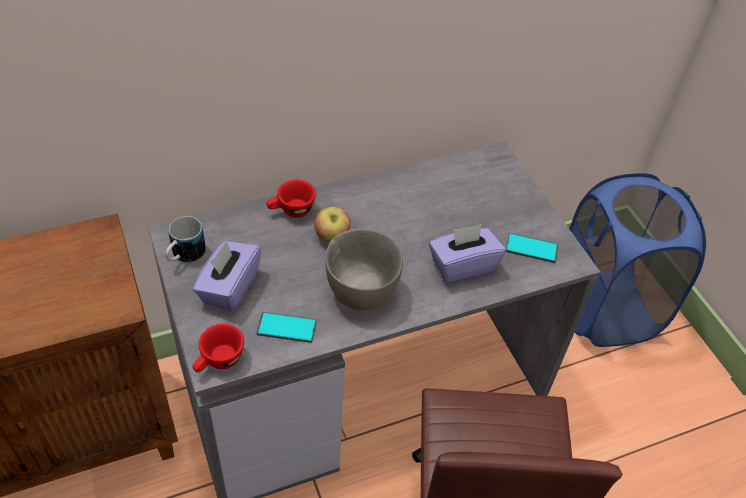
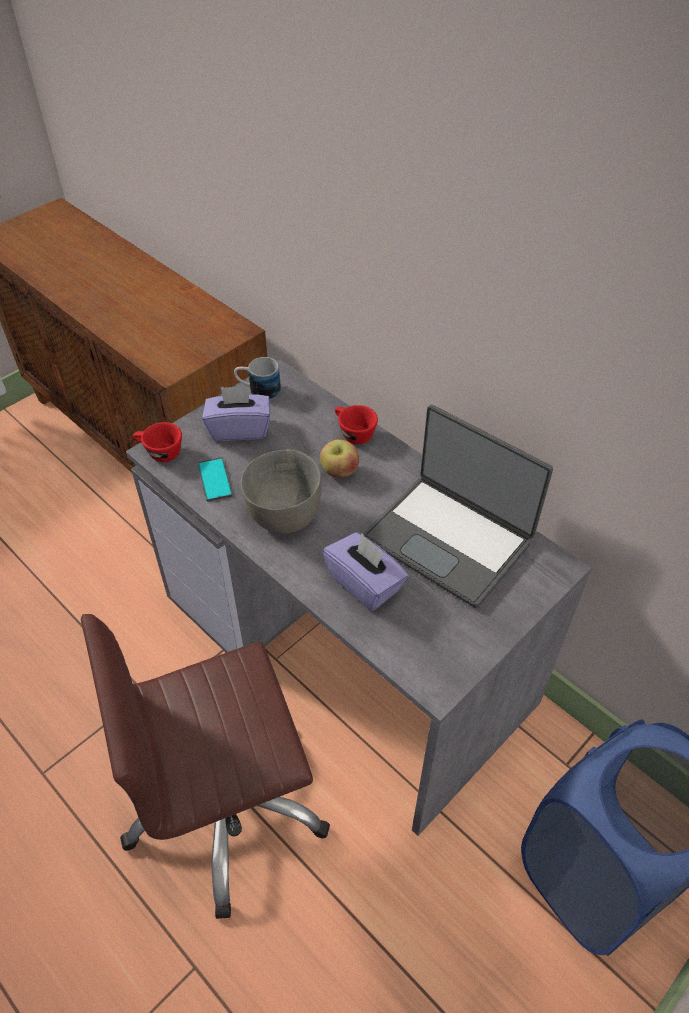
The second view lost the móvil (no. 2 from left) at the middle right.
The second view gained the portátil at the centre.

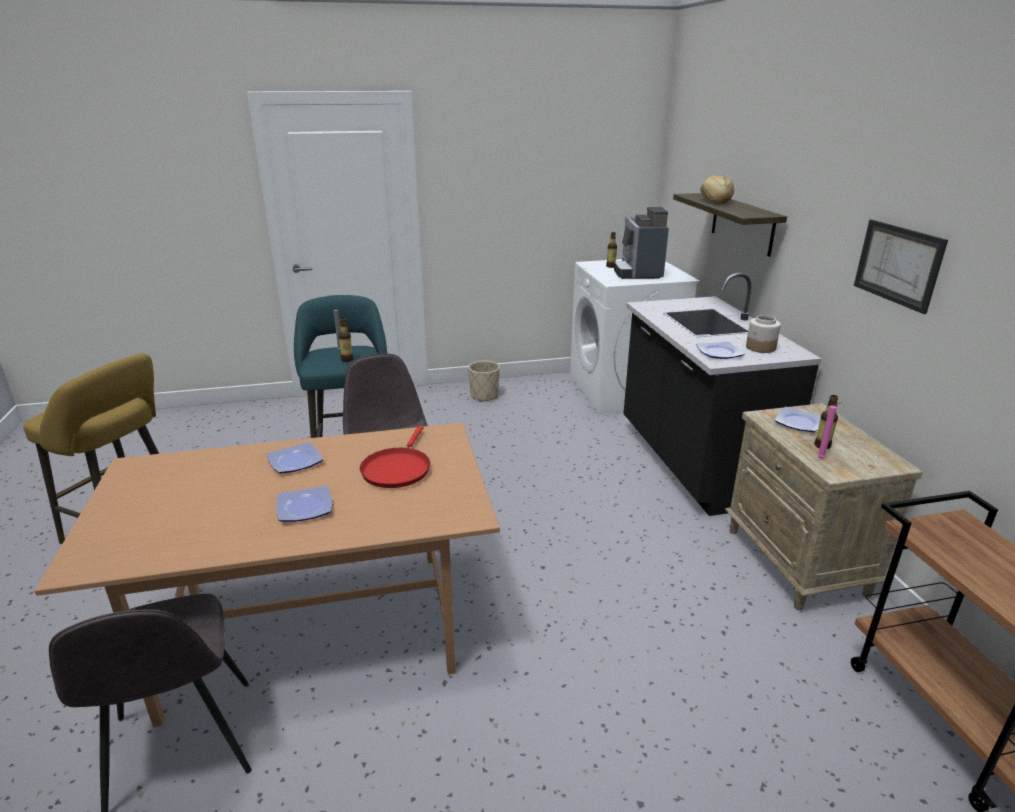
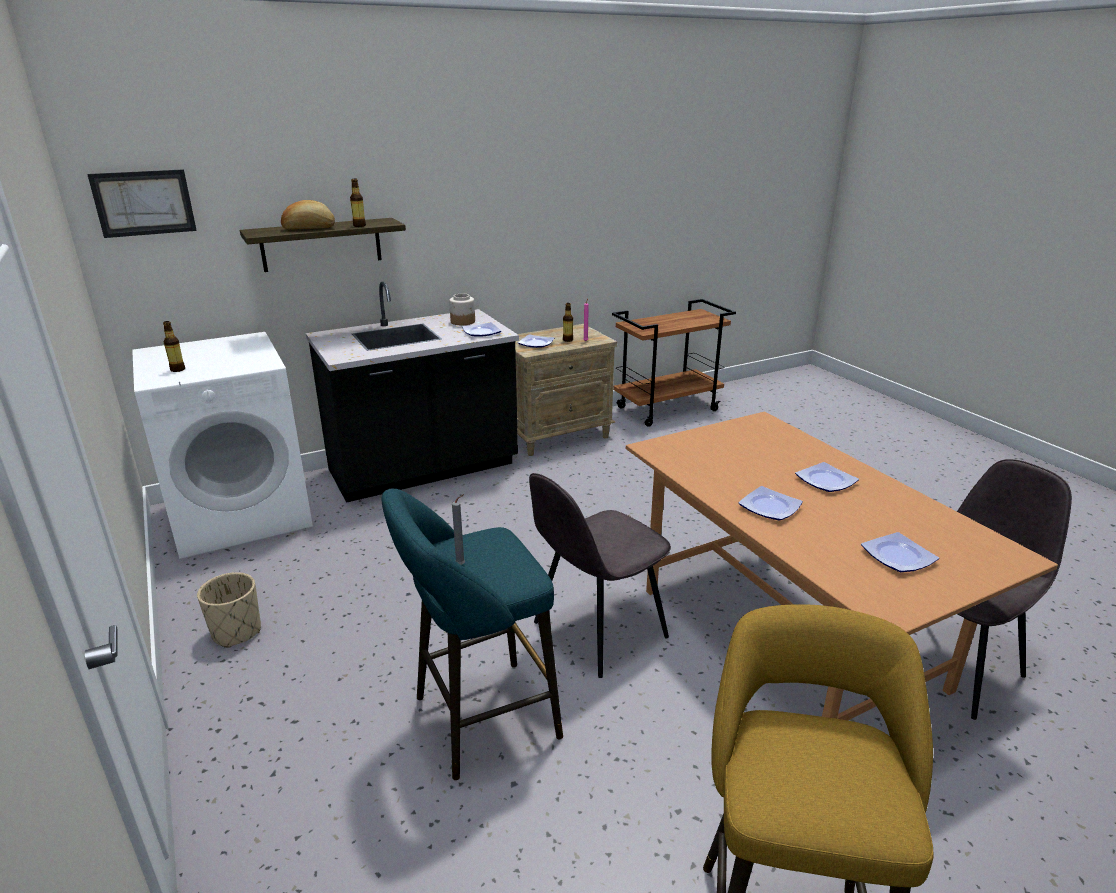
The botella (no. 1 from left in the first image) ended up elsewhere, having gone from the centre to the top left.
The second view lost the sartén [rojo] at the centre.
The second view lost the cafetera at the top centre.
The cuadro ended up elsewhere, having gone from the top right to the top left.
The second view gained the plato (no. 5 from left) at the middle right.

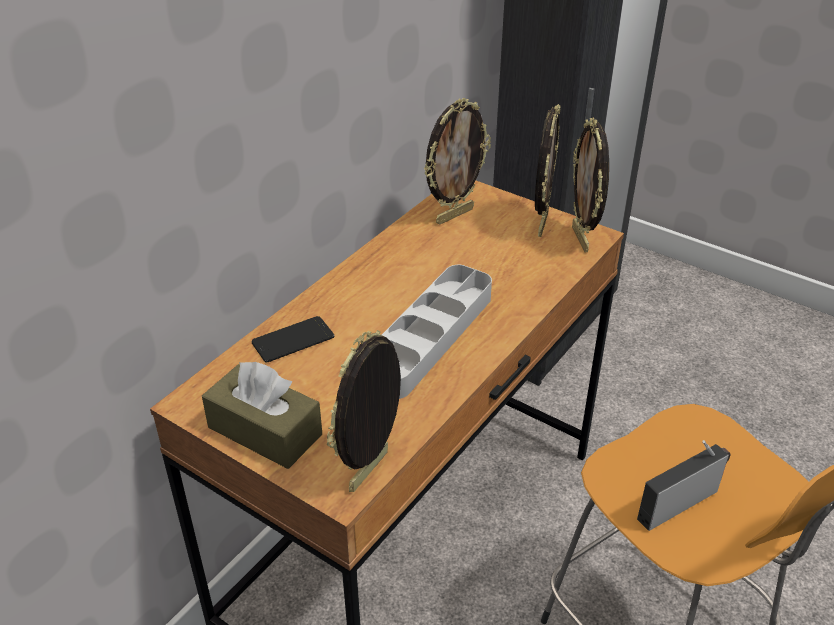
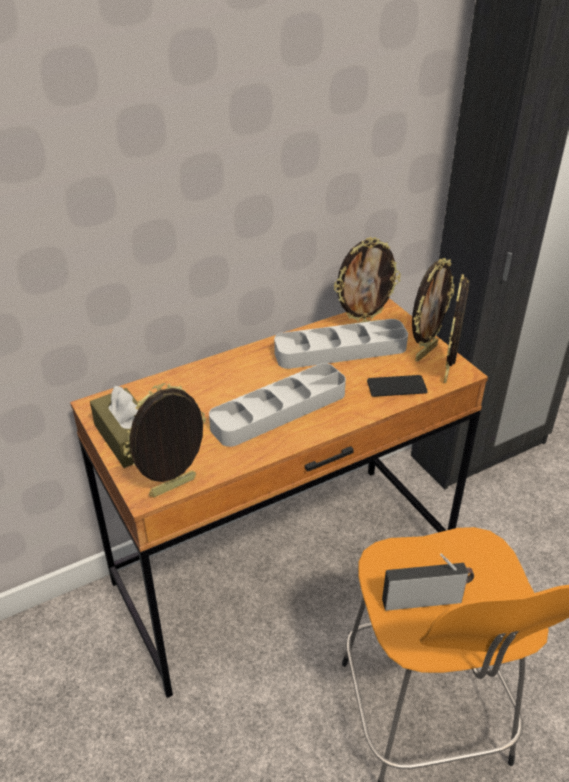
The móvil ended up elsewhere, having gone from the centre to the middle right.
The second view gained the bandeja [gris] (no. 2 from left) at the centre.

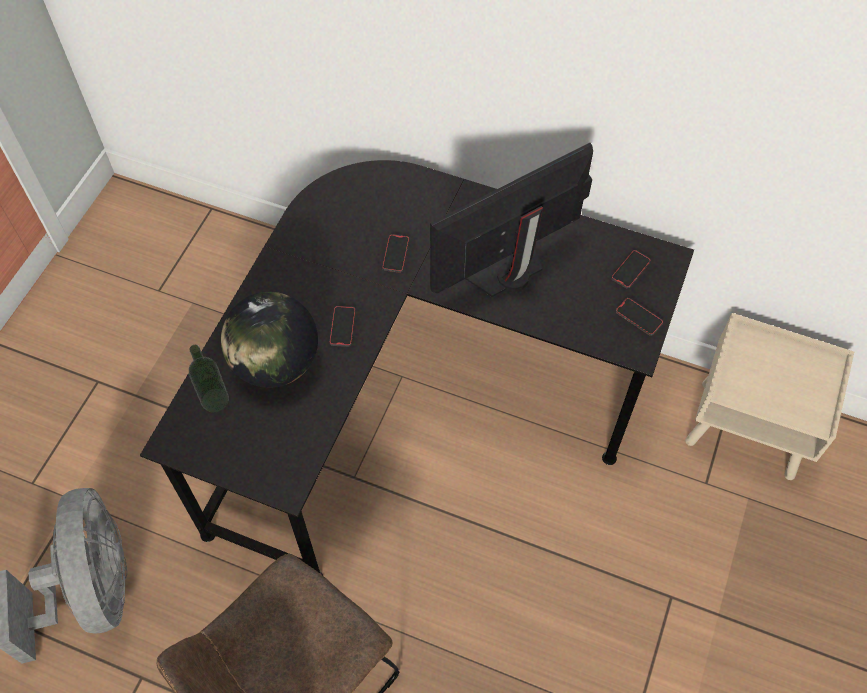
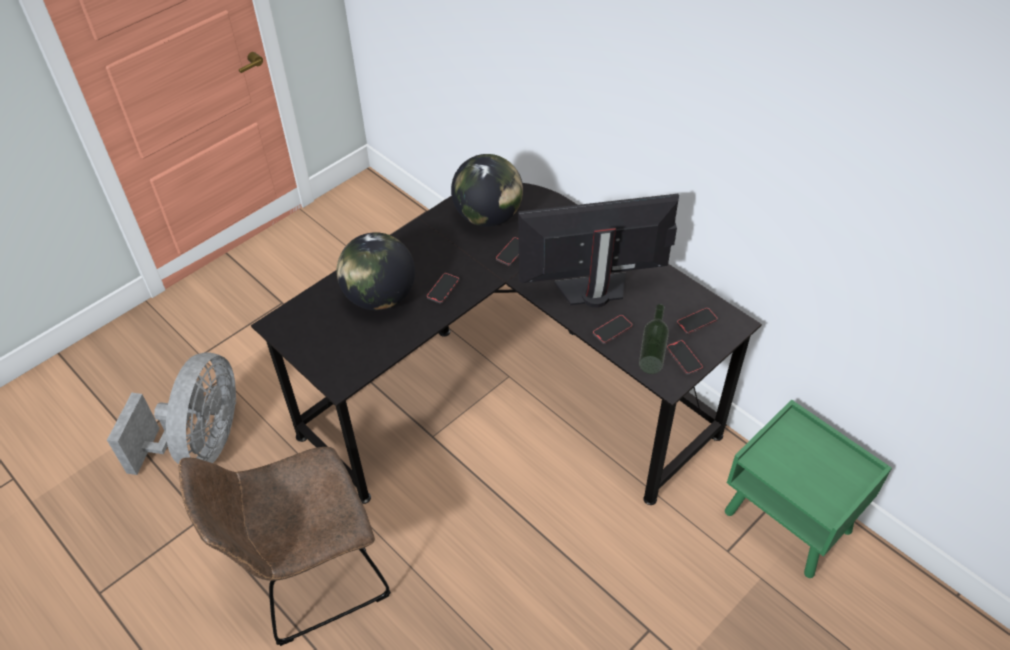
The botella ended up elsewhere, having gone from the middle left to the centre.
What was the mesita de noche [beis] at the middle right turned into the mesita de noche [verde] at the bottom right.
The second view gained the globo terráqueo (no. 2 from left) at the top centre.
The second view gained the móvil (no. 3 from left) at the centre.

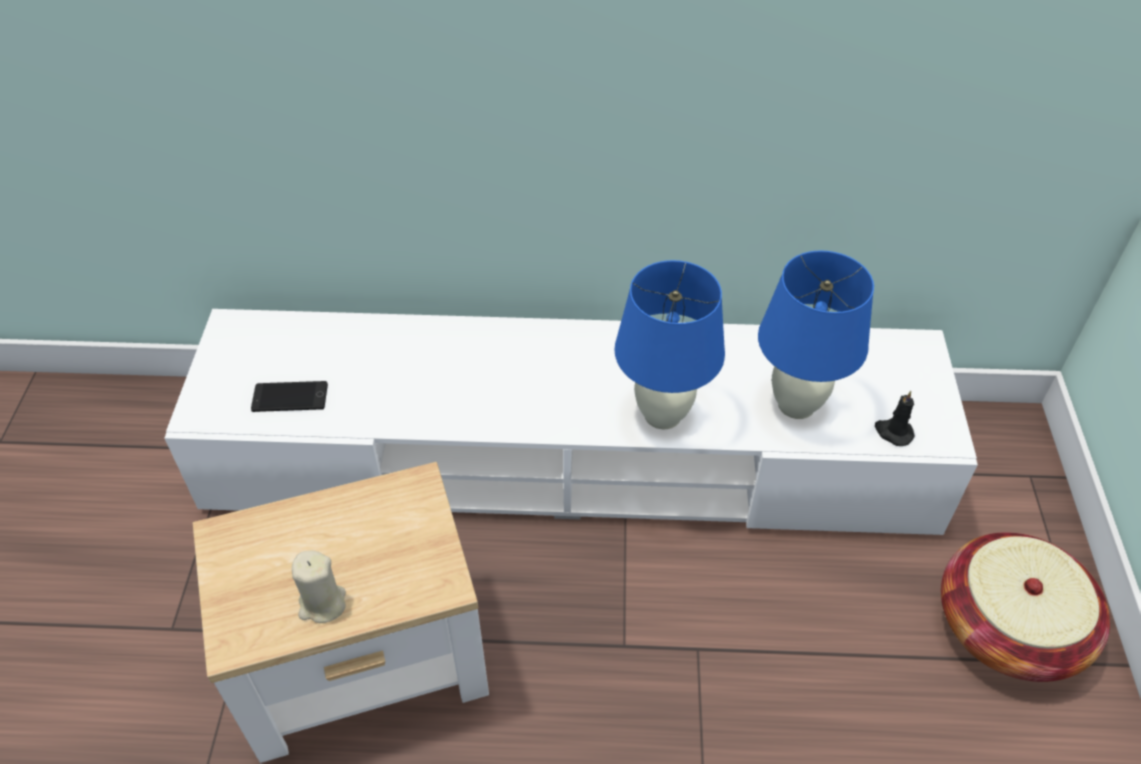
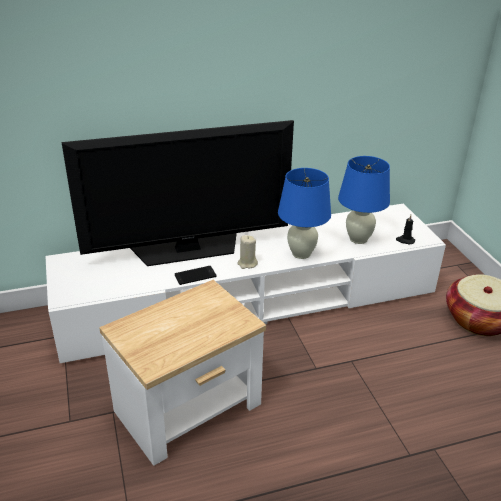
The móvil ended up elsewhere, having gone from the middle left to the centre.
The vela [beis] ended up elsewhere, having gone from the bottom left to the centre.
The second view gained the televisor at the centre.

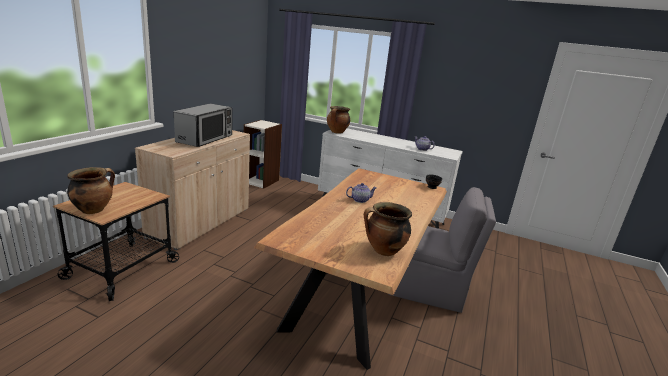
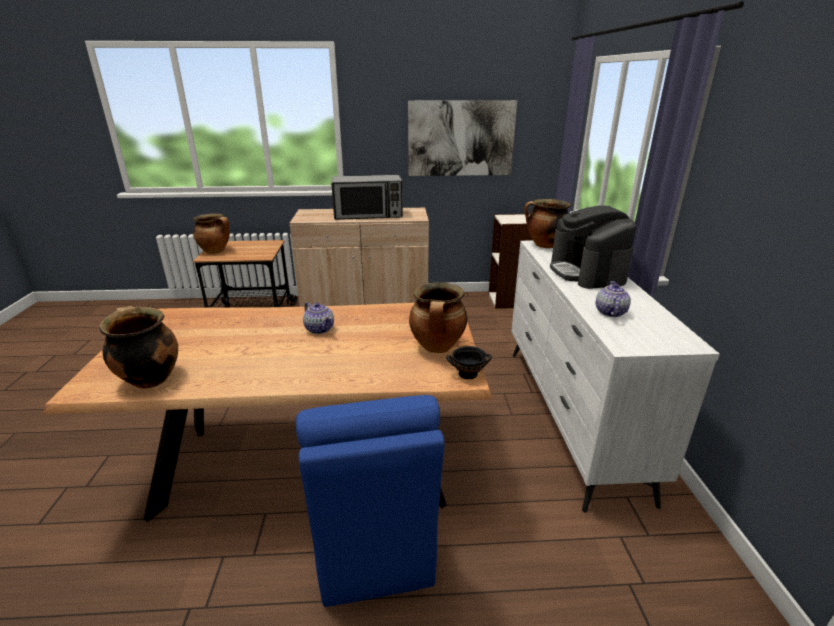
What was the silla [gris] at the centre turned into the silla [azul] at the bottom centre.
The second view gained the cuadro at the top centre.
The second view gained the olla (no. 3 from left) at the centre.
The second view gained the cafetera at the middle right.

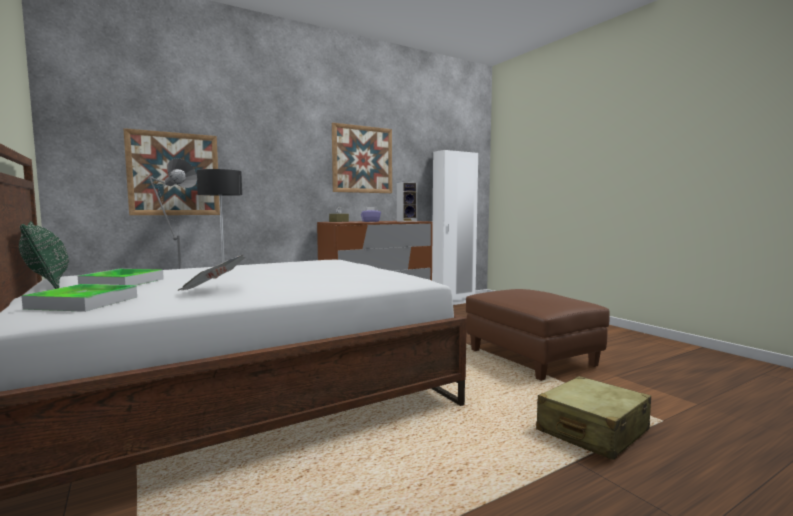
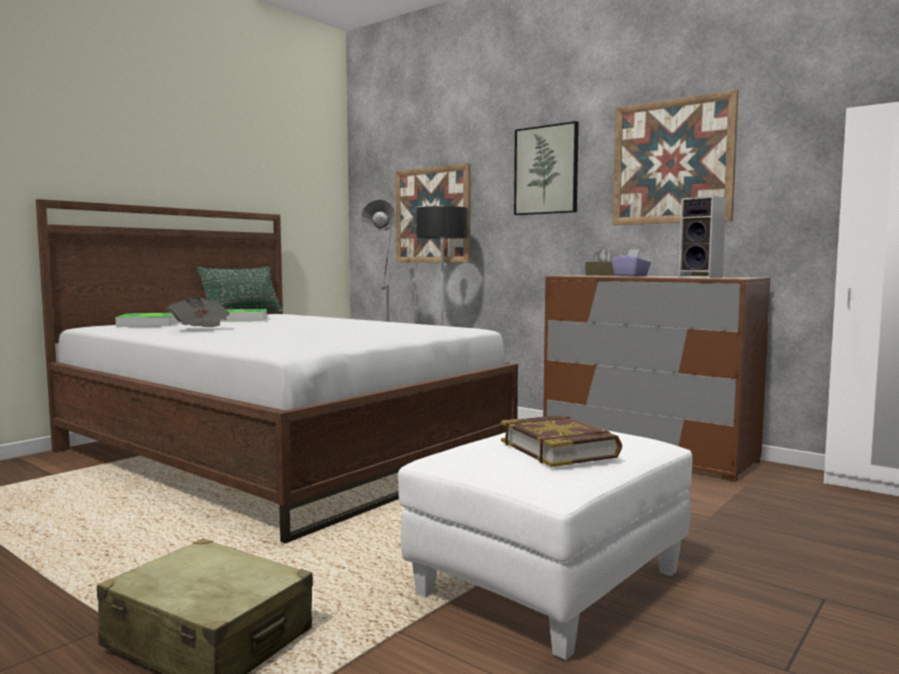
What was the puf [marrón] at the middle right turned into the puf [blanco] at the bottom centre.
The second view gained the libro at the centre.
The second view gained the cuadro (no. 2 from left) at the top centre.

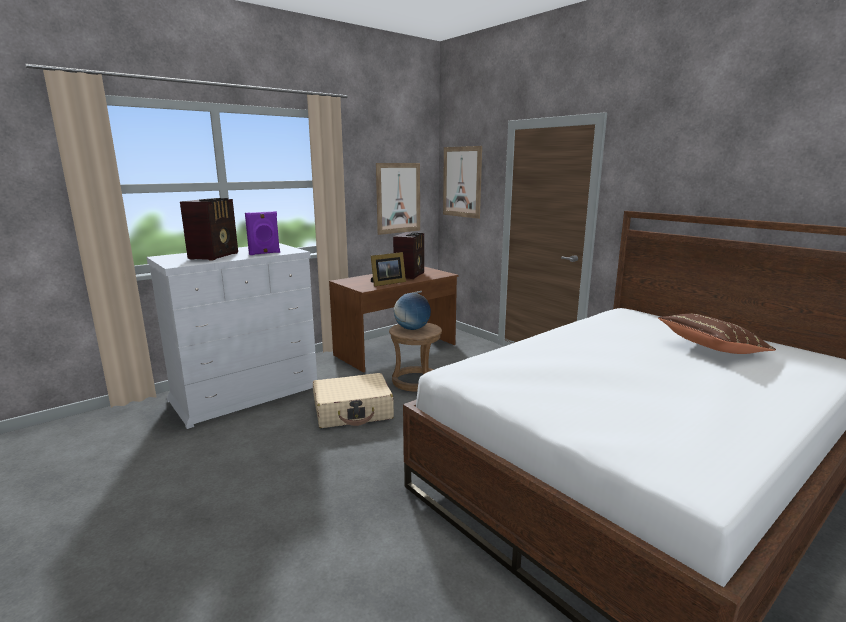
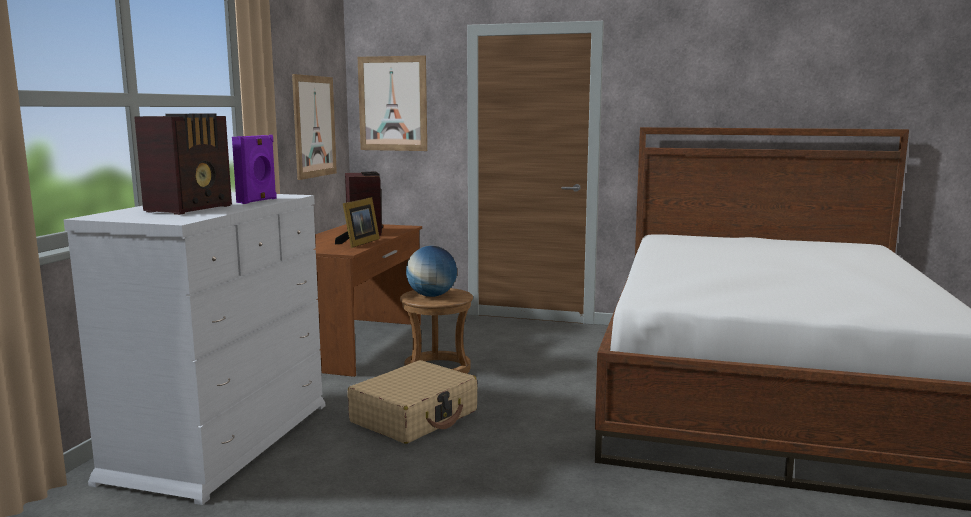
The radio (no. 1 from left) at the middle left ended up facing another way, 45 degrees clockwise from before.
The second view lost the cojín [marrón] at the middle right.

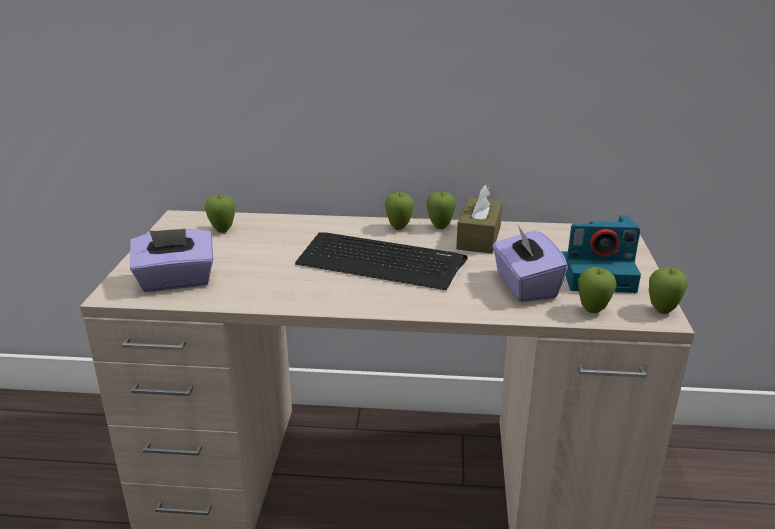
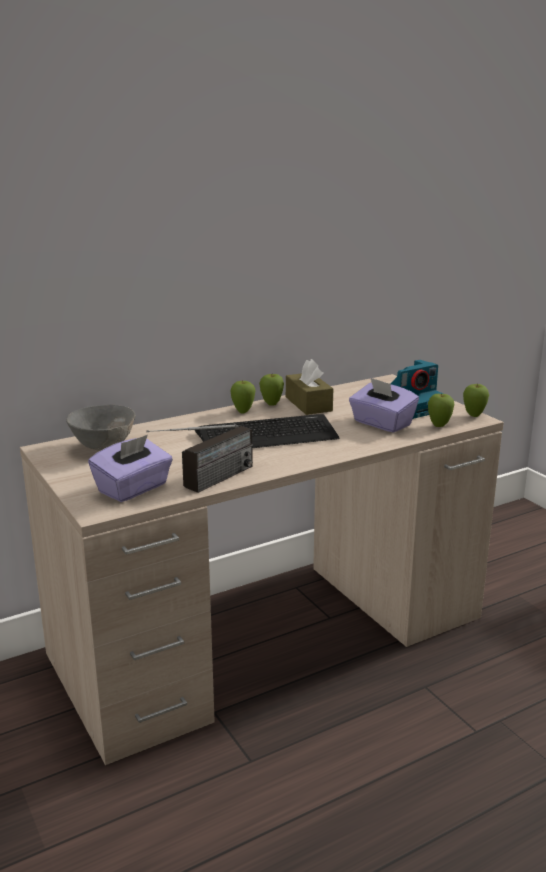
Where the manzana (no. 1 from left) stood at the middle left, the cuenco [gris] came to stand at the middle left.
The second view gained the radio at the centre.

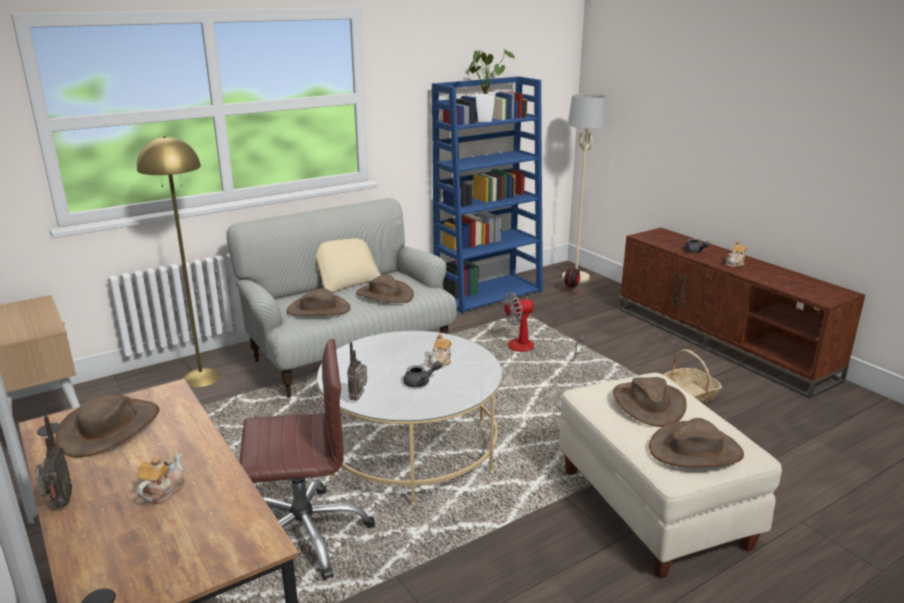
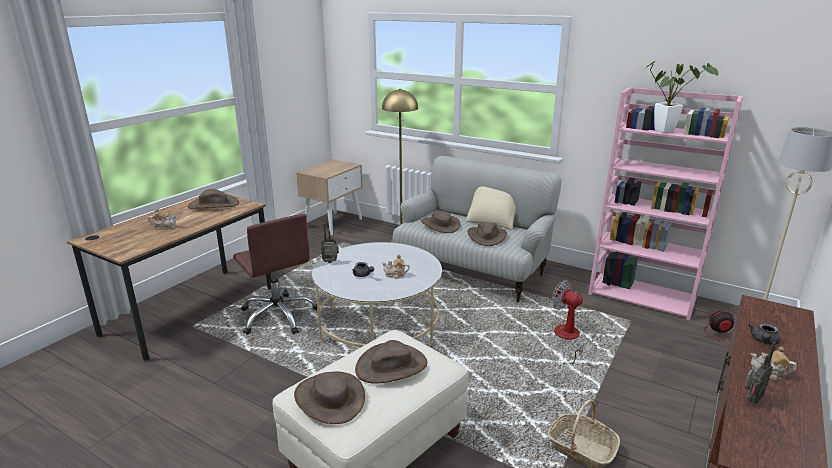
The radio (no. 1 from left in the first image) ended up elsewhere, having gone from the bottom left to the bottom right.
What was the estantería [azul] at the top centre turned into the estantería [rosa] at the middle right.

